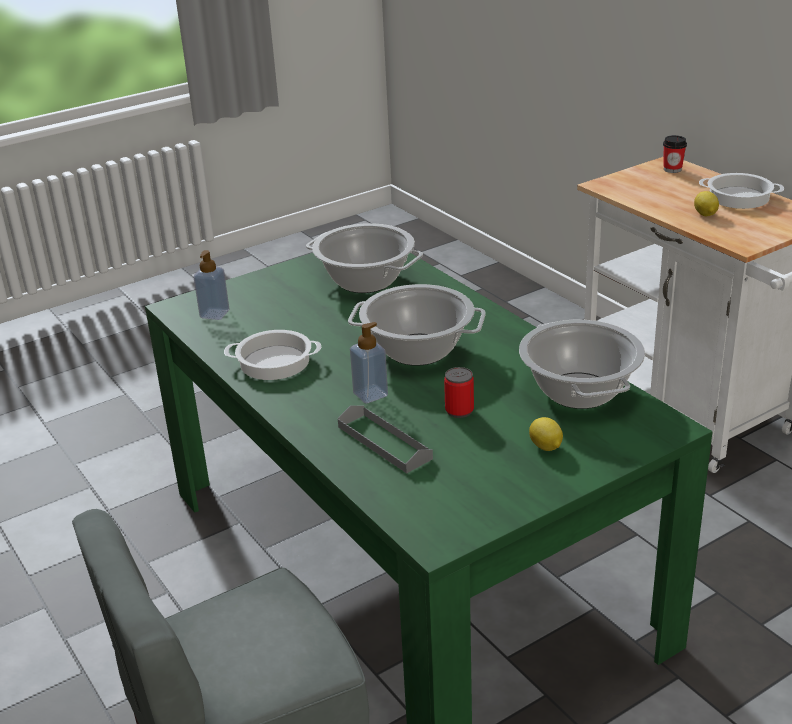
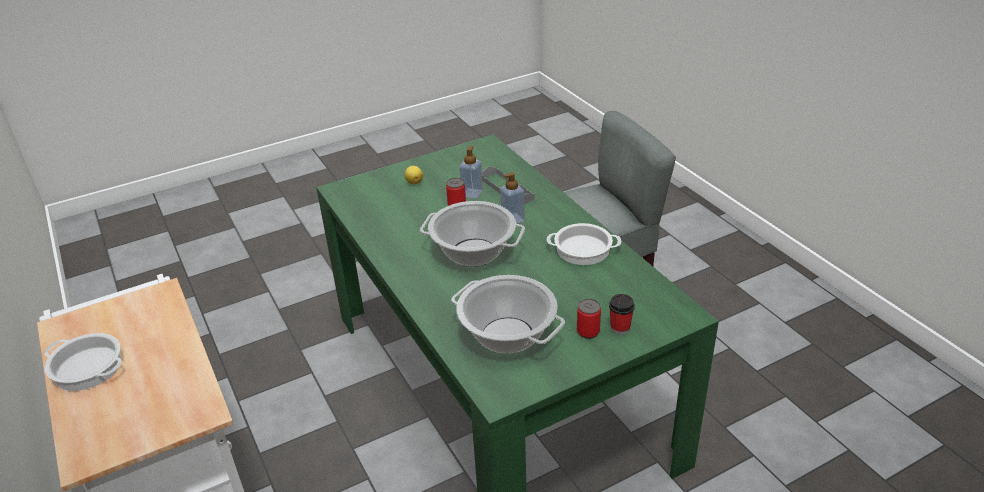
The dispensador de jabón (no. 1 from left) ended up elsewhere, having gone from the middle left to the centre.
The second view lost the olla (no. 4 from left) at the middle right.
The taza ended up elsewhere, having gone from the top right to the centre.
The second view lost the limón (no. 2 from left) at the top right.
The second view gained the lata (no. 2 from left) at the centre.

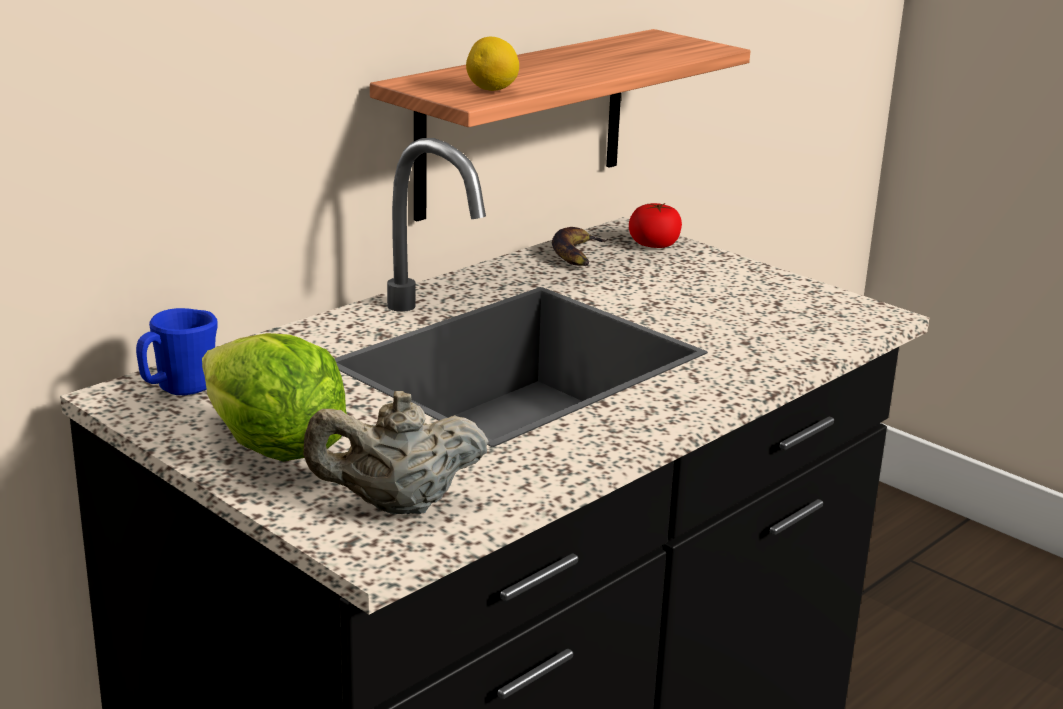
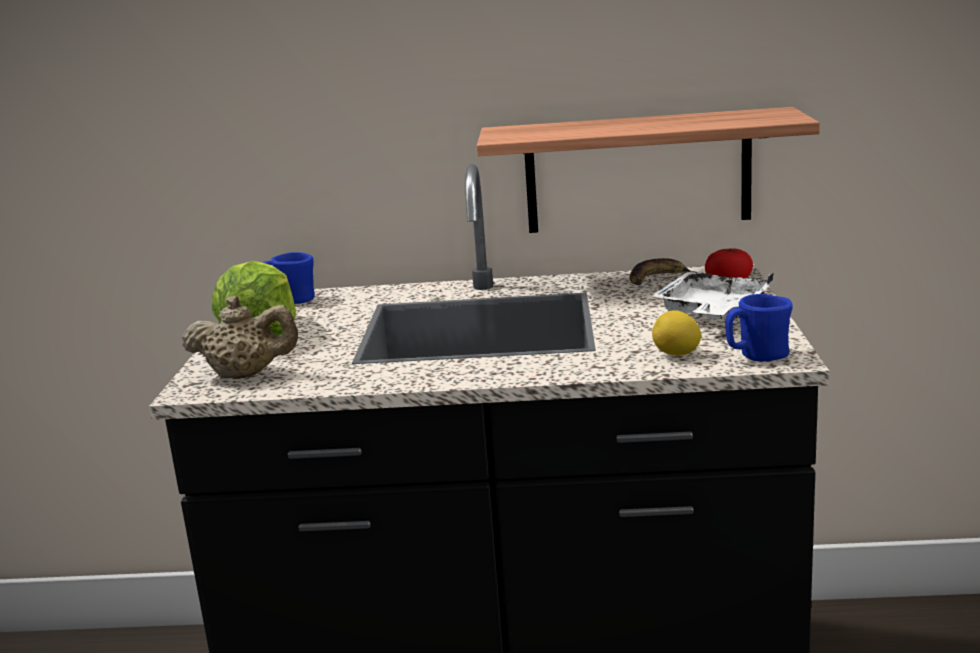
The tetera [beis] at the centre ended up facing another way, 150 degrees clockwise from before.
The limón ended up elsewhere, having gone from the top centre to the middle right.
The second view gained the bandeja [blanco] at the middle right.
The second view gained the taza grande [azul] (no. 2 from left) at the middle right.

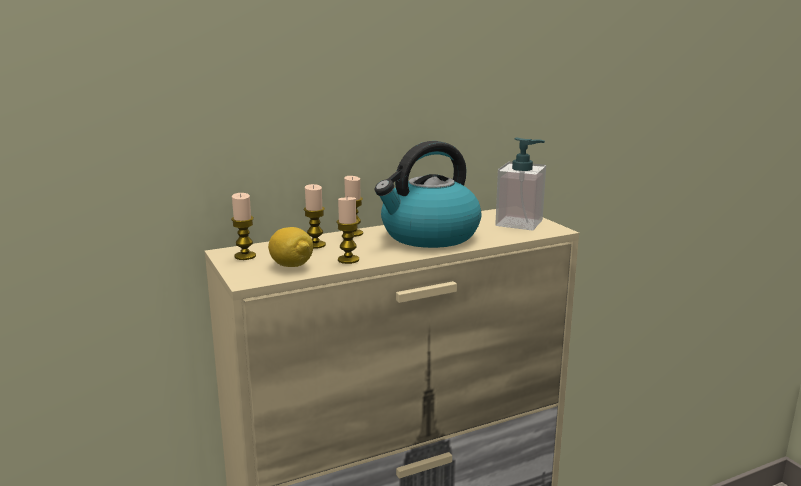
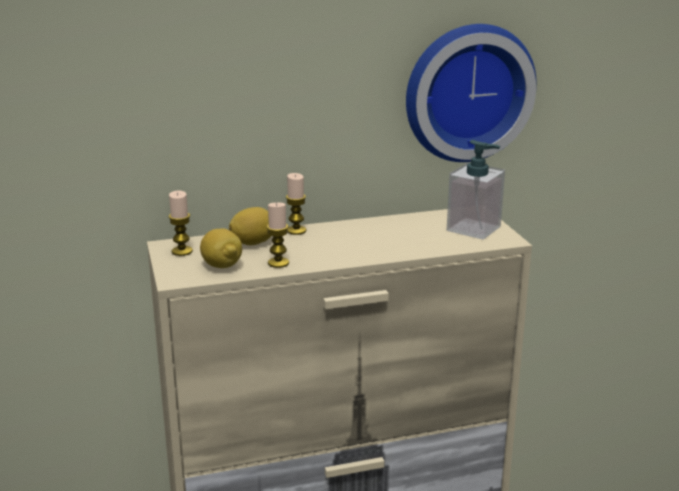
Where the vela (no. 2 from left) stood at the centre, the limón (no. 2 from left) came to stand at the centre.
The second view lost the hervidor at the centre.
The second view gained the reloj de pared at the top right.

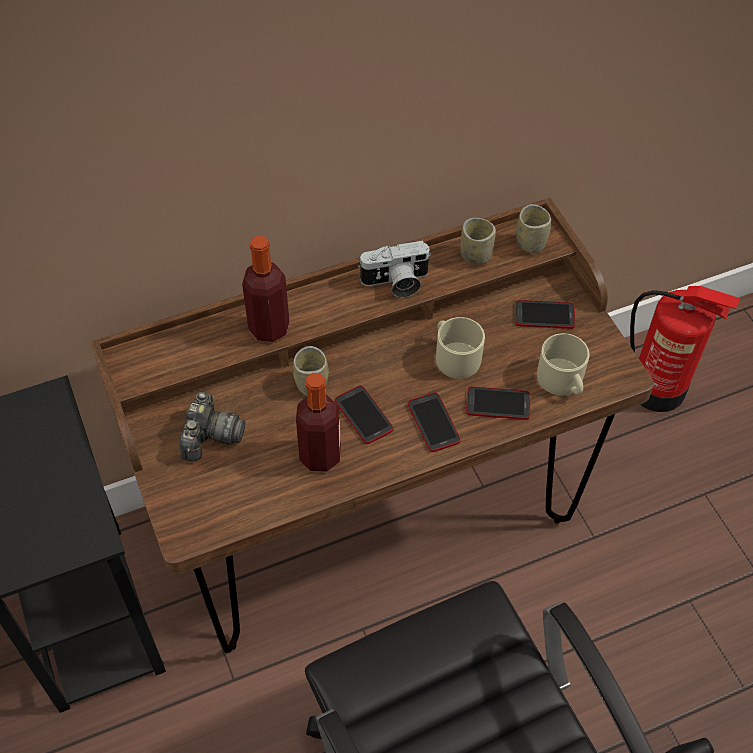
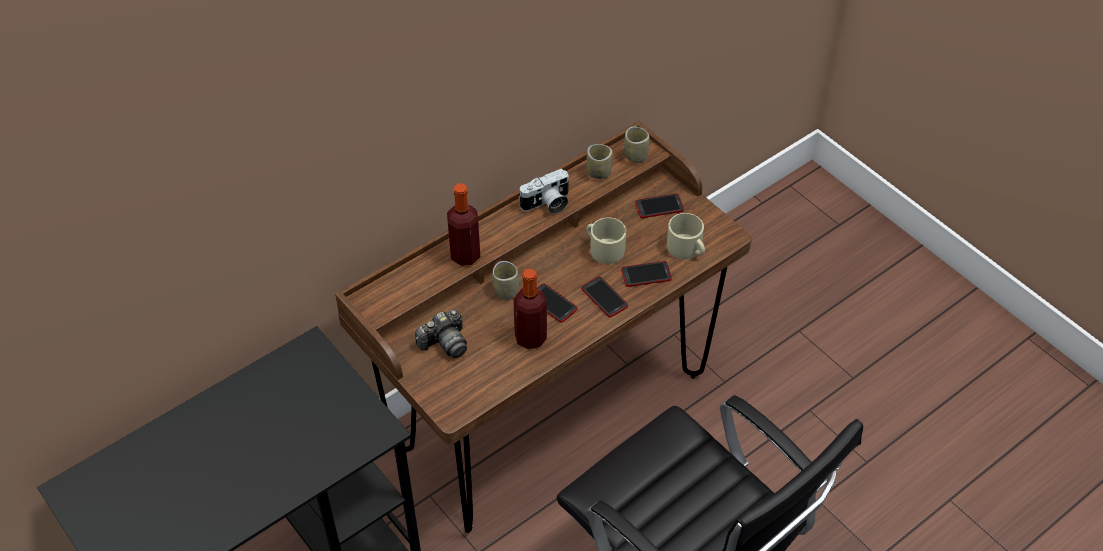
The cámara (no. 1 from left) at the middle left ended up facing another way, 60 degrees clockwise from before.
The second view lost the extintor at the middle right.

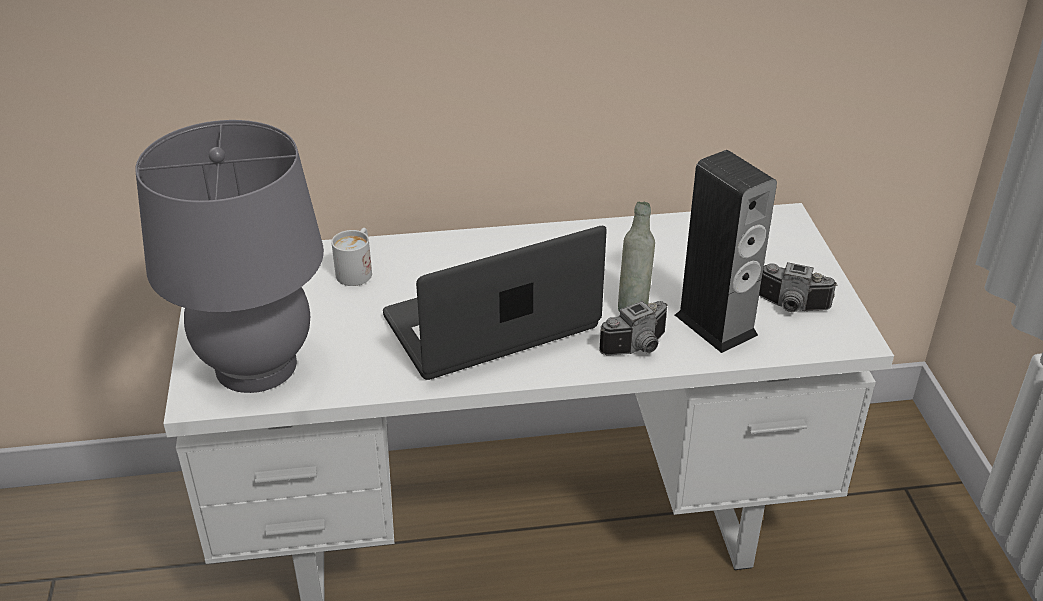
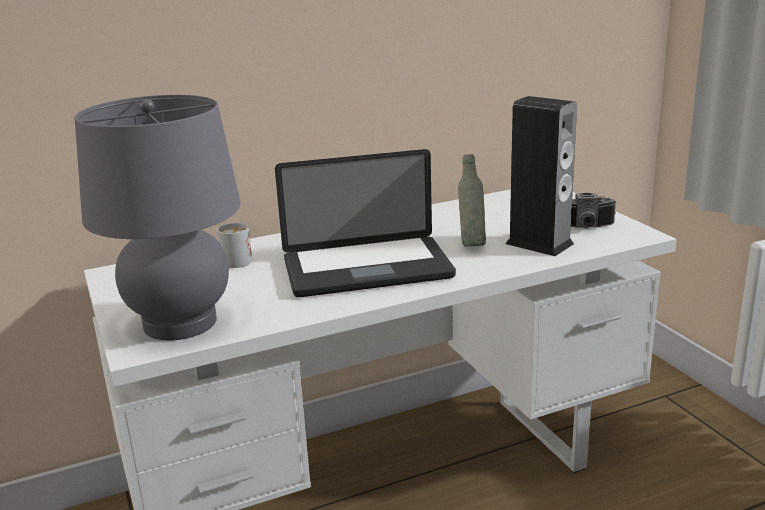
The portátil at the centre ended up facing another way, 150 degrees counterclockwise from before.
The second view lost the cámara (no. 1 from left) at the centre.

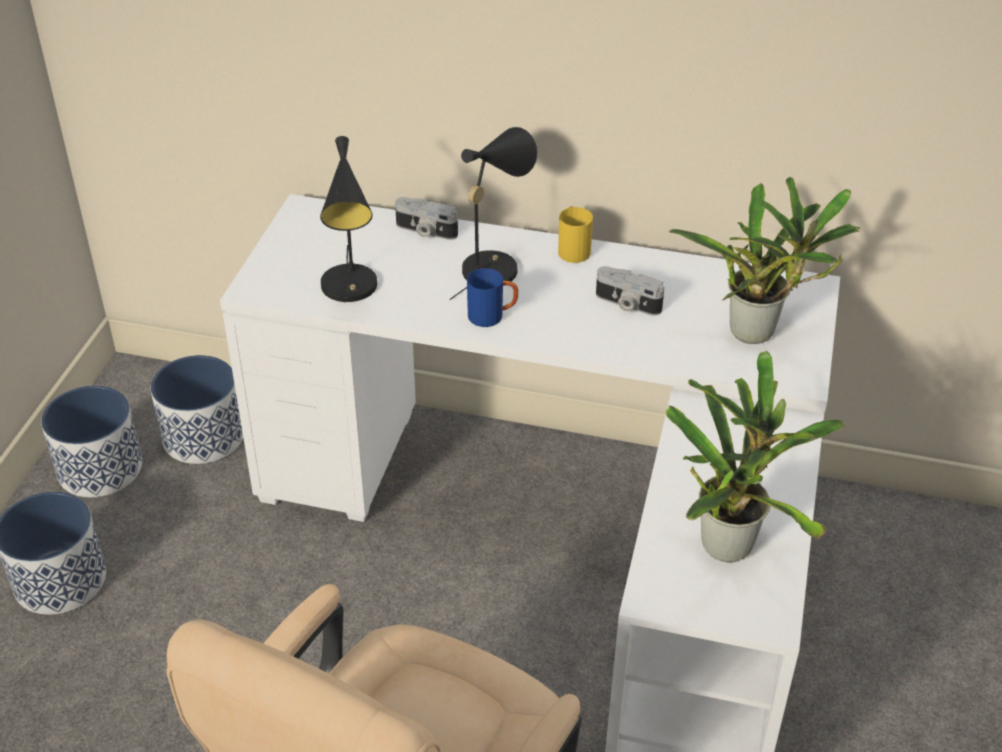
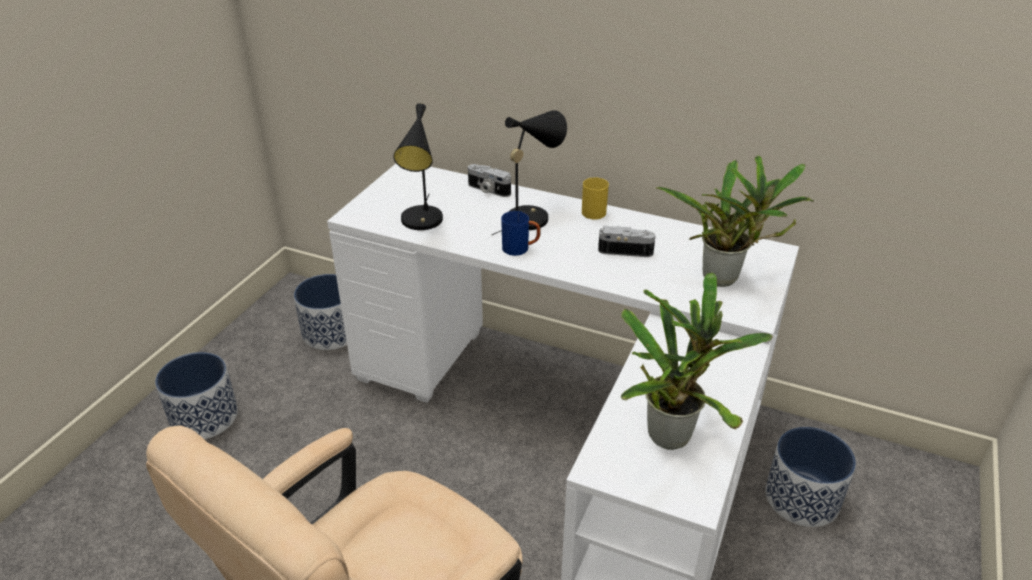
The maceta (no. 2 from left in the first image) ended up elsewhere, having gone from the middle left to the bottom right.
The cámara (no. 2 from left) at the centre ended up facing another way, 150 degrees clockwise from before.

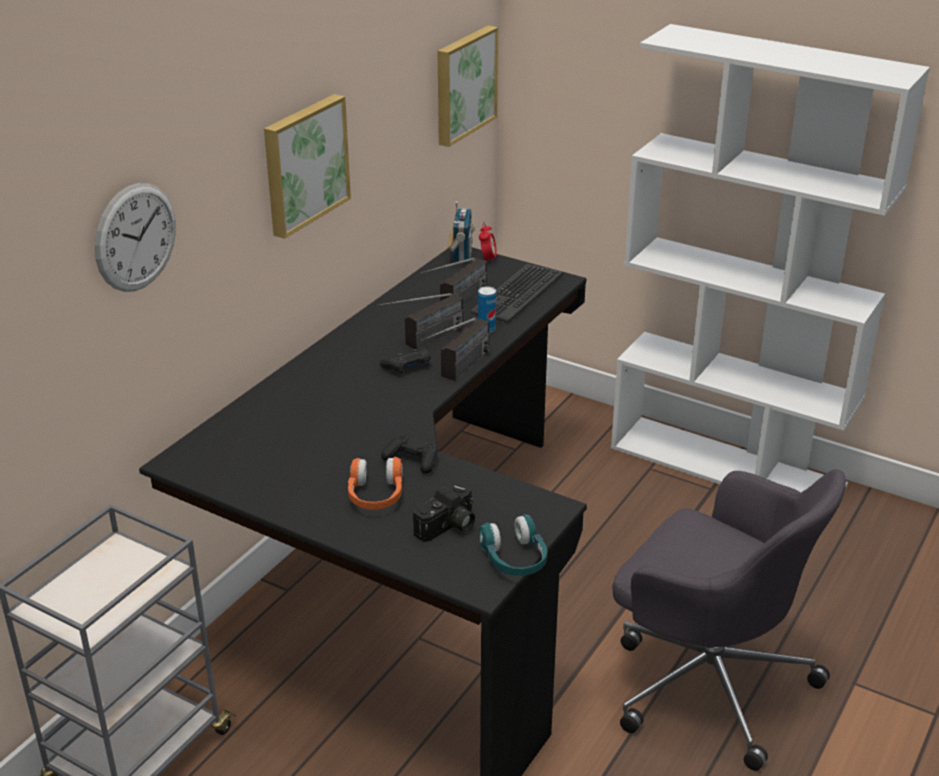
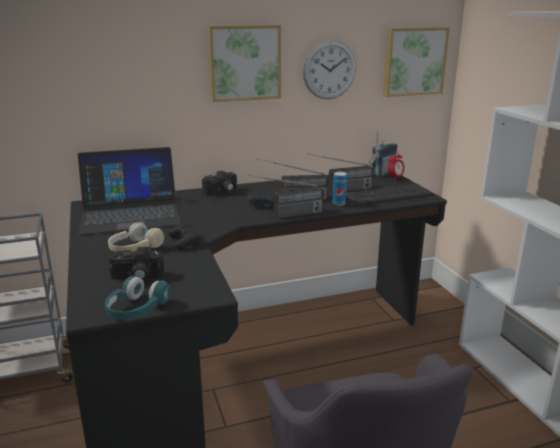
The reloj de pared ended up elsewhere, having gone from the top left to the top centre.
What was the auriculares [naranja] at the centre turned into the auriculares [beis] at the middle left.
The second view gained the portátil at the middle left.
The second view gained the cámara (no. 2 from left) at the centre.

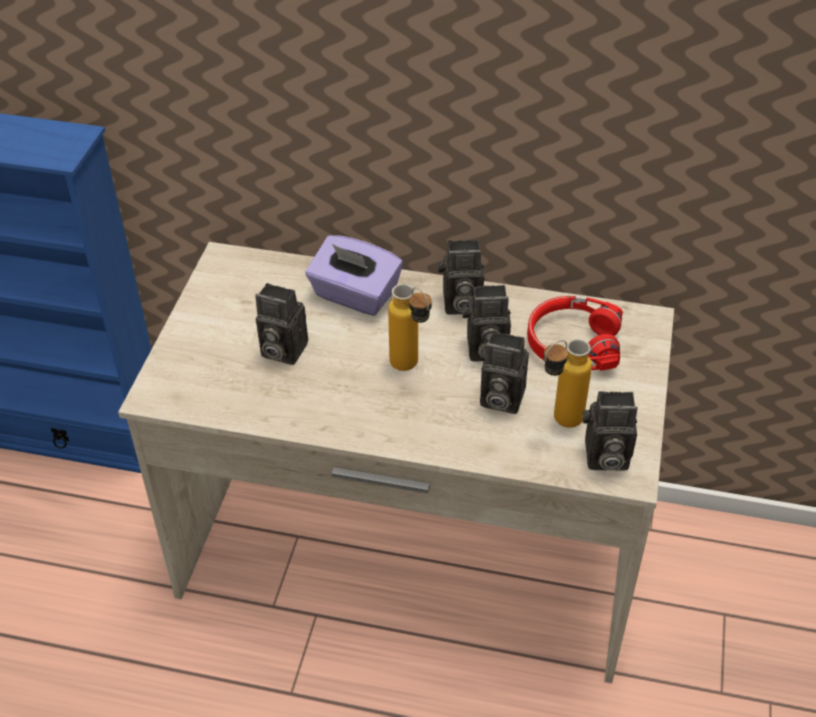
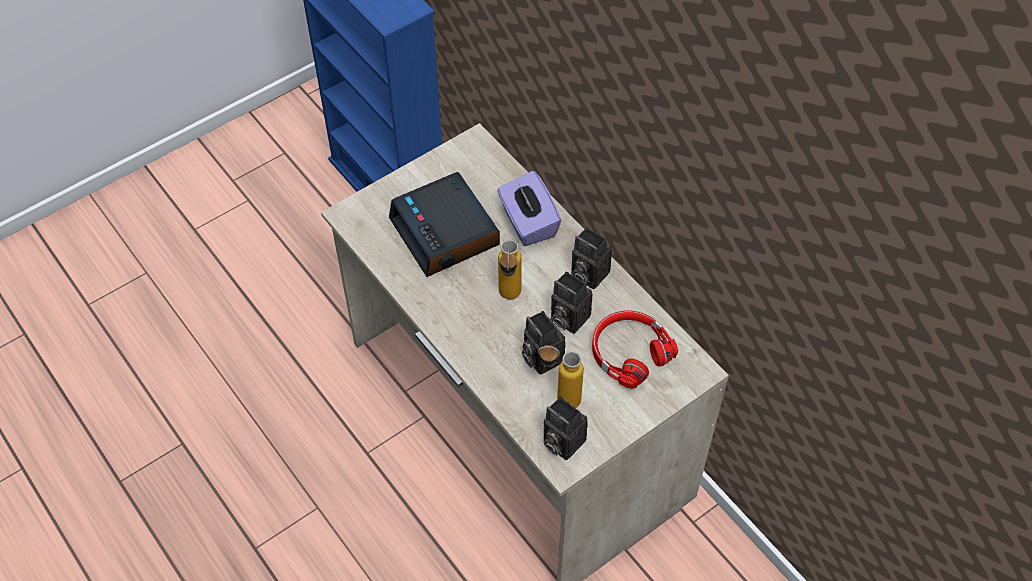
Where the cámara (no. 1 from left) stood at the centre, the despertador came to stand at the centre.

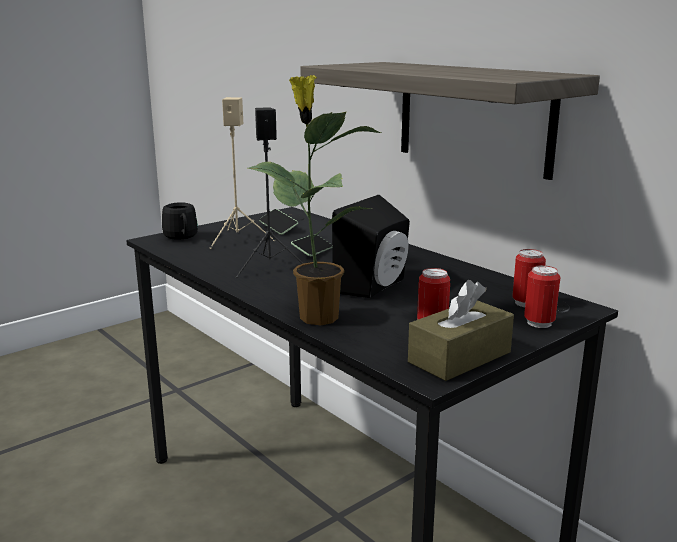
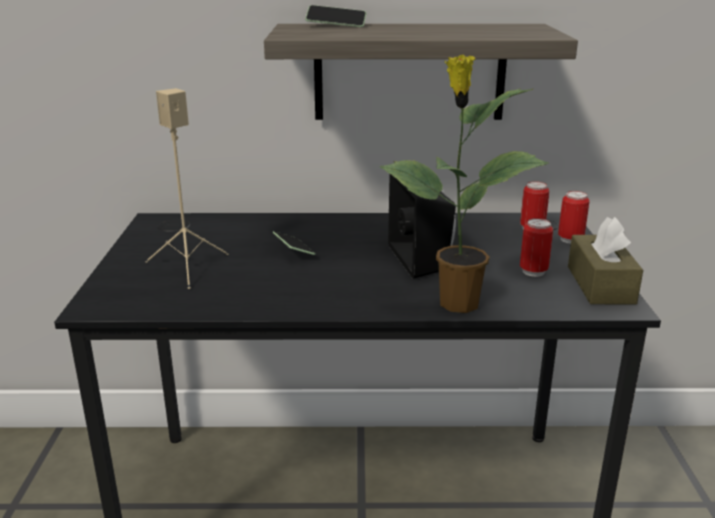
The second view lost the taza grande [negro] at the middle left.
The second view lost the altavoz [negro] (no. 1 from left) at the centre.
The móvil (no. 1 from left in the first image) ended up elsewhere, having gone from the centre to the top centre.

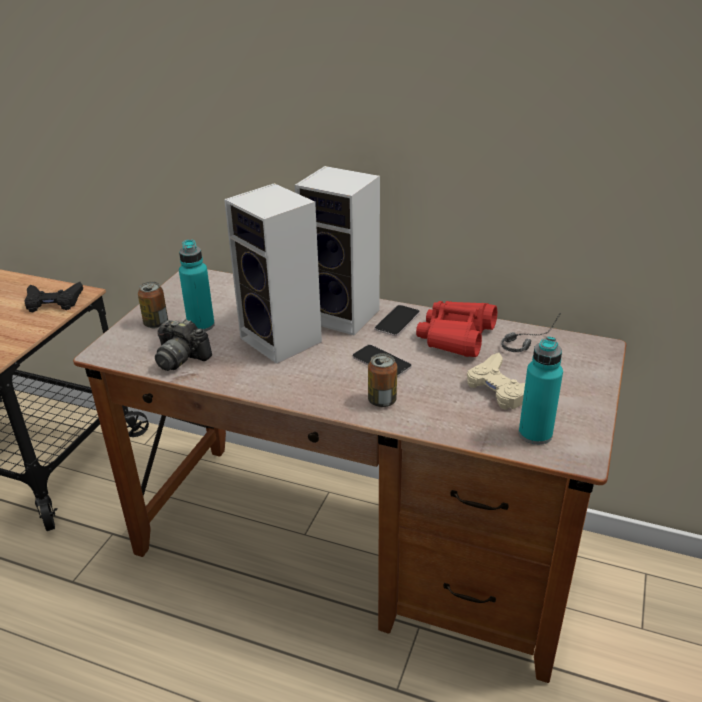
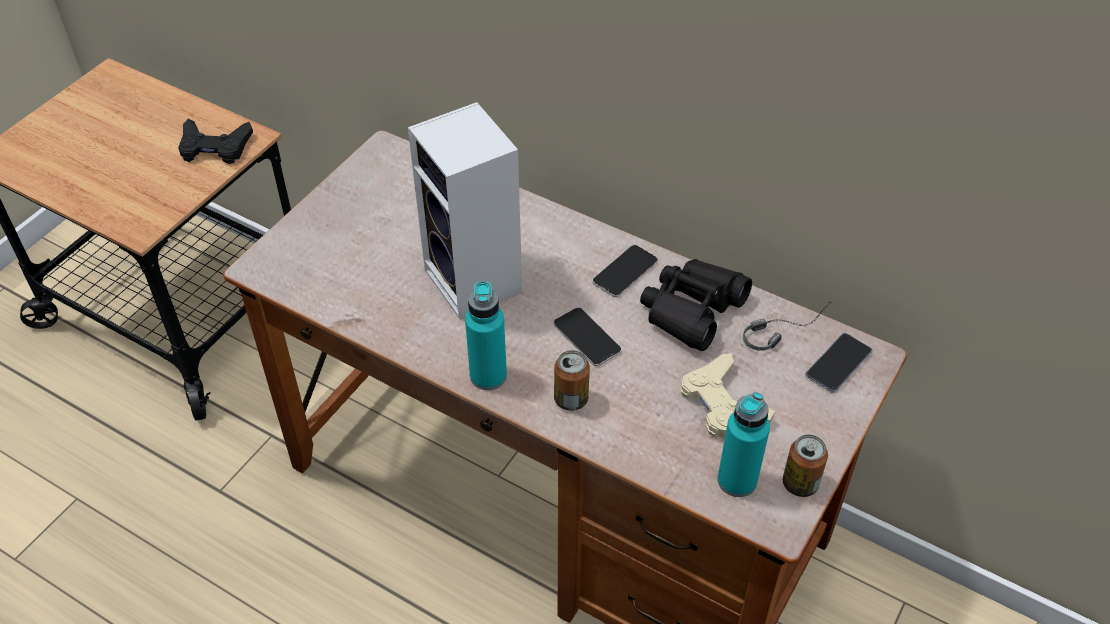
The lata (no. 1 from left in the first image) ended up elsewhere, having gone from the middle left to the bottom right.
The second view lost the cámara at the middle left.
The botella [turquesa] (no. 1 from left) ended up elsewhere, having gone from the middle left to the centre.
The second view lost the altavoz (no. 2 from left) at the centre.
What was the prismáticos [rojo] at the centre turned into the prismáticos [negro] at the centre.
The second view gained the móvil (no. 3 from left) at the middle right.

